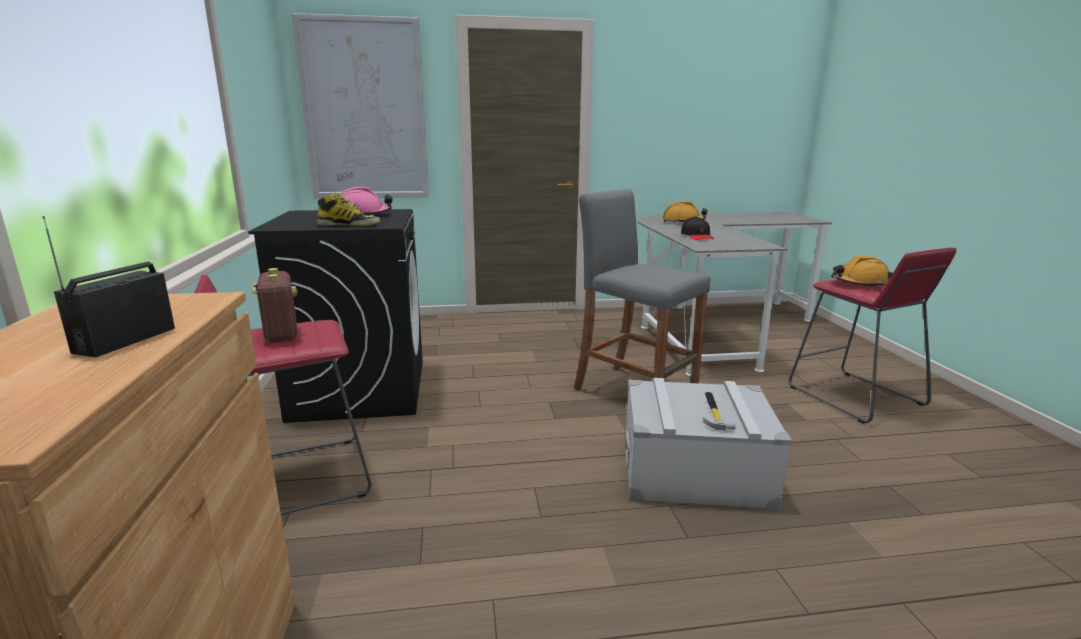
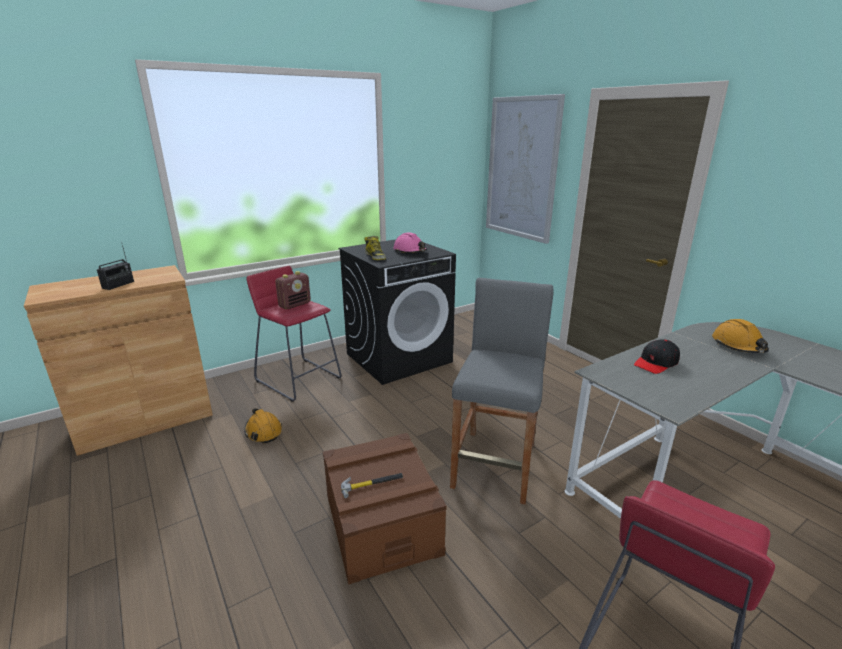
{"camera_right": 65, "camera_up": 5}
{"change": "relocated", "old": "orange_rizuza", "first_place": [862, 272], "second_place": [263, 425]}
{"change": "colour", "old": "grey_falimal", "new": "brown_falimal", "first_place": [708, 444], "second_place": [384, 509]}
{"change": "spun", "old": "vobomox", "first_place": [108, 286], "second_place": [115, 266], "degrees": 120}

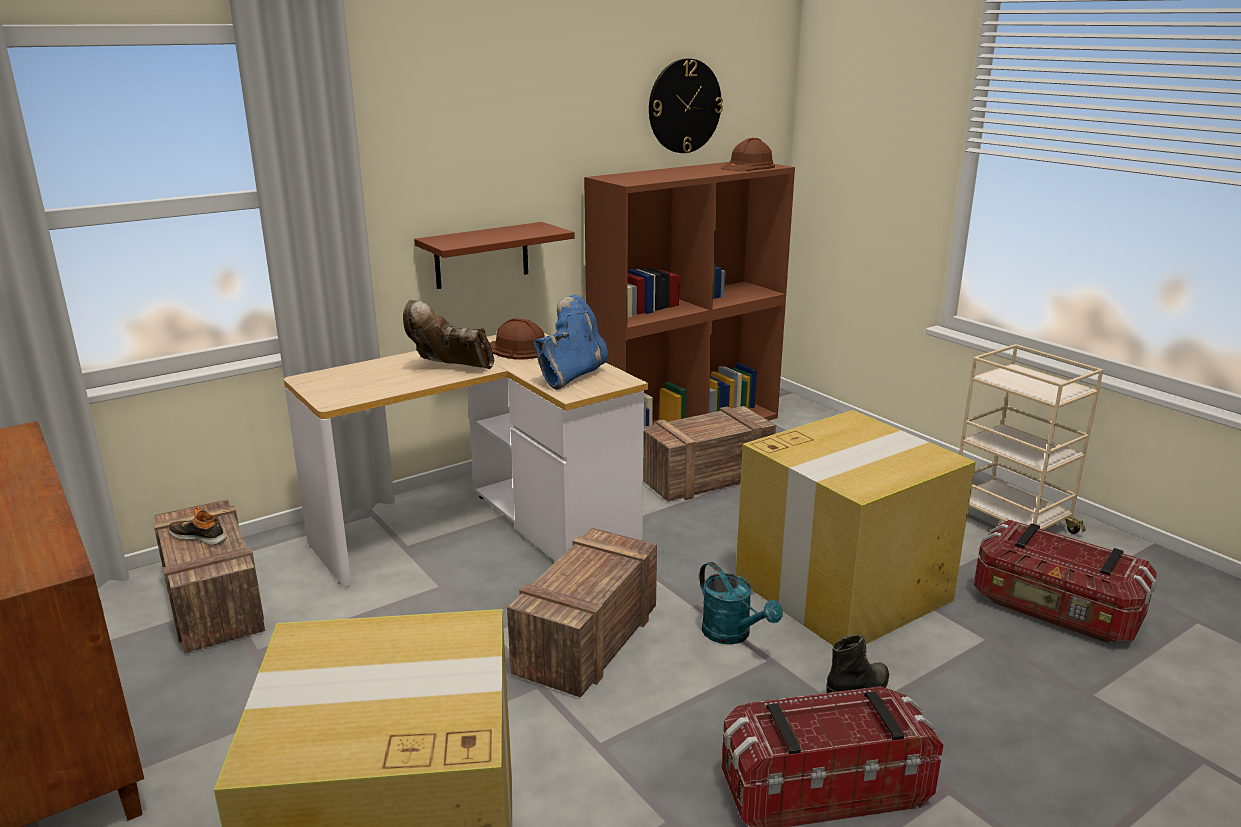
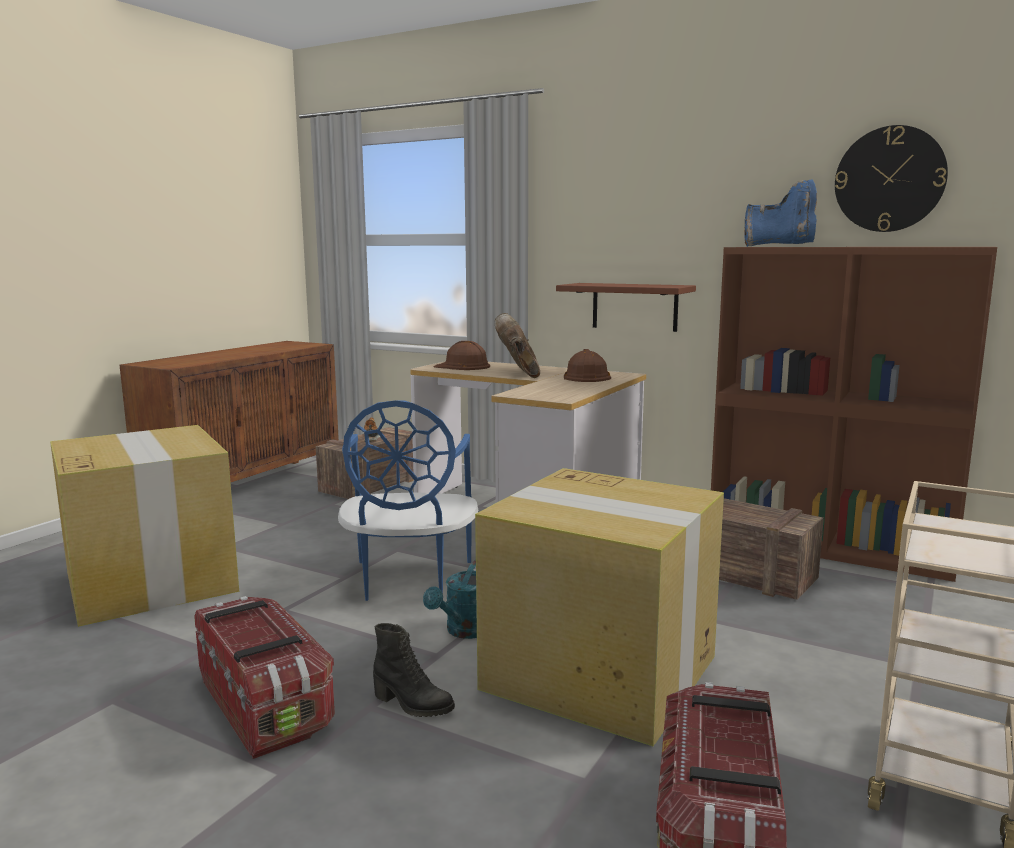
{"camera_right": 65, "camera_up": -10}
{"change": "relocated", "old": "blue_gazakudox", "first_place": [571, 342], "second_place": [780, 213]}
{"change": "relocated", "old": "brown_rizuza", "first_place": [748, 154], "second_place": [461, 355]}
{"change": "exchanged", "old": "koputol", "new": "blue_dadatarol", "first_place": [582, 613], "second_place": [408, 500]}

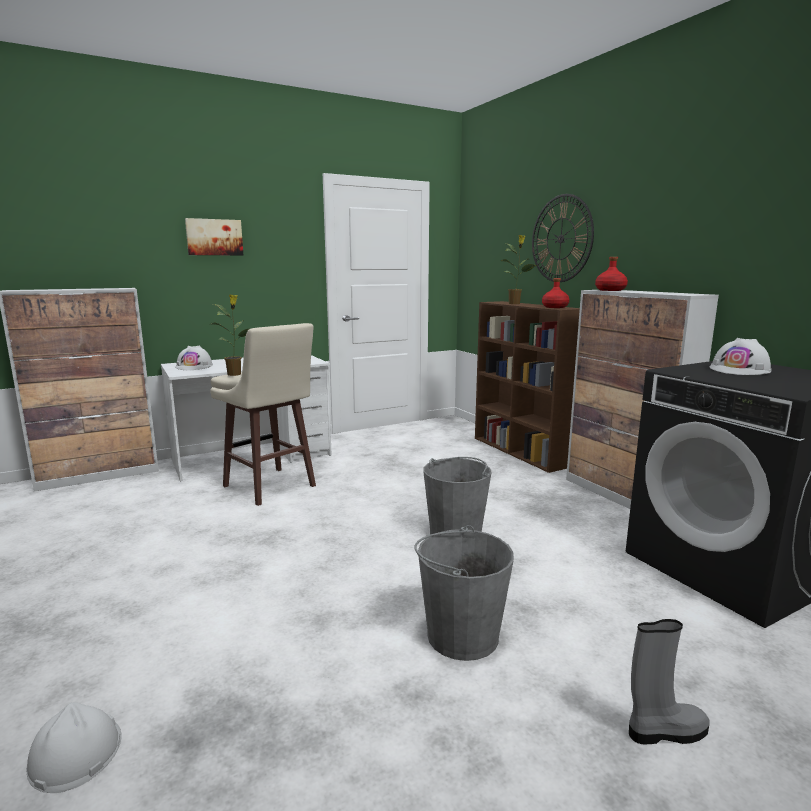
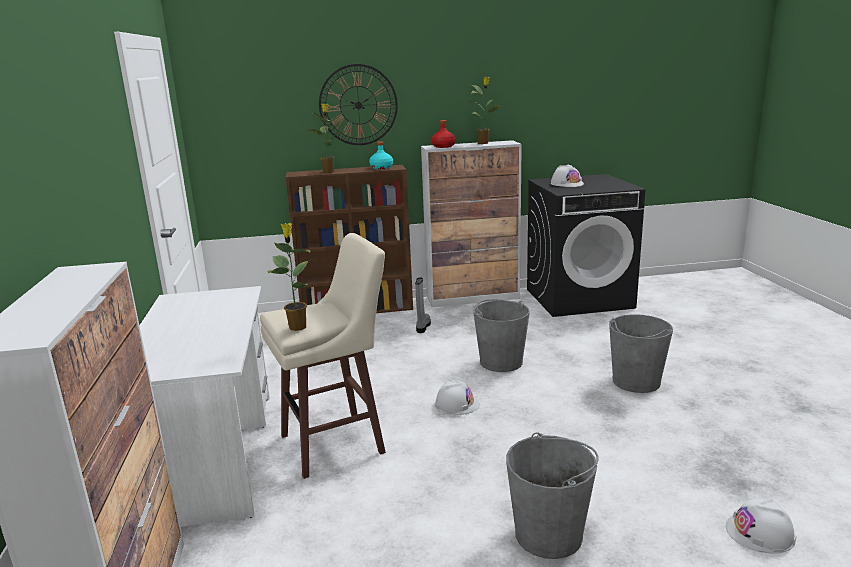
{"camera_right": -70, "camera_up": 5}
{"change": "missing", "old": "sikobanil", "first_place": [214, 237]}
{"change": "appeared", "new": "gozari", "second_place": [485, 110]}
{"change": "appeared", "new": "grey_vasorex", "second_place": [552, 495]}
{"change": "relocated", "old": "white_rizuza", "first_place": [194, 358], "second_place": [457, 397]}
{"change": "relocated", "old": "grey_gazakudox", "first_place": [669, 682], "second_place": [423, 305]}
{"change": "colour", "old": "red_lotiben", "new": "turquoise_lotiben", "first_place": [556, 293], "second_place": [381, 155]}

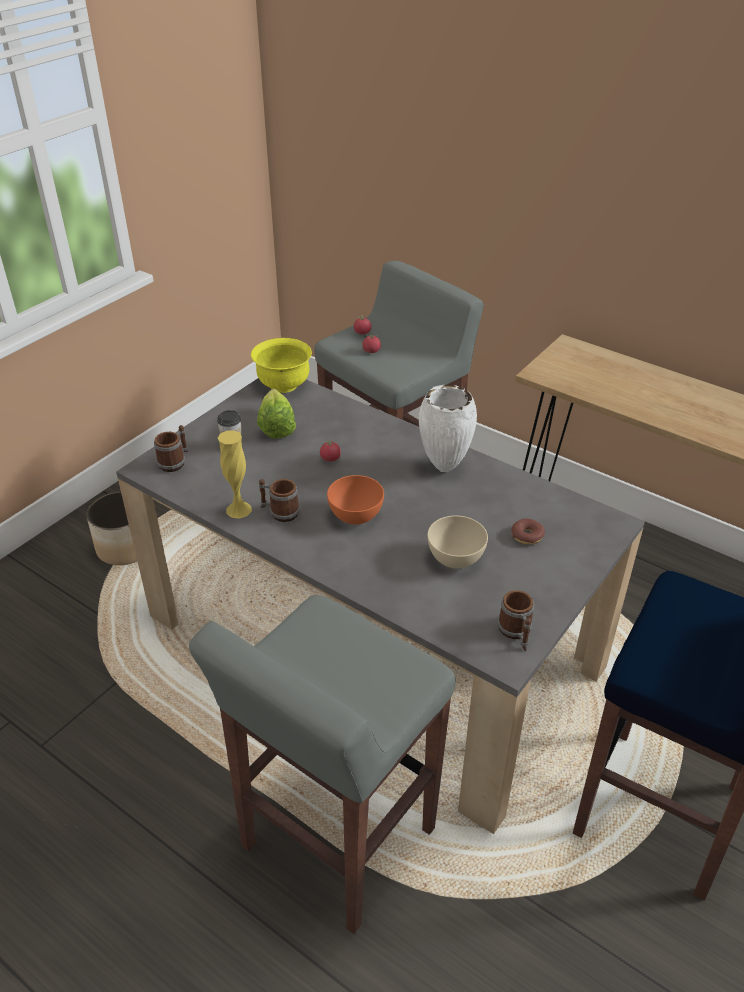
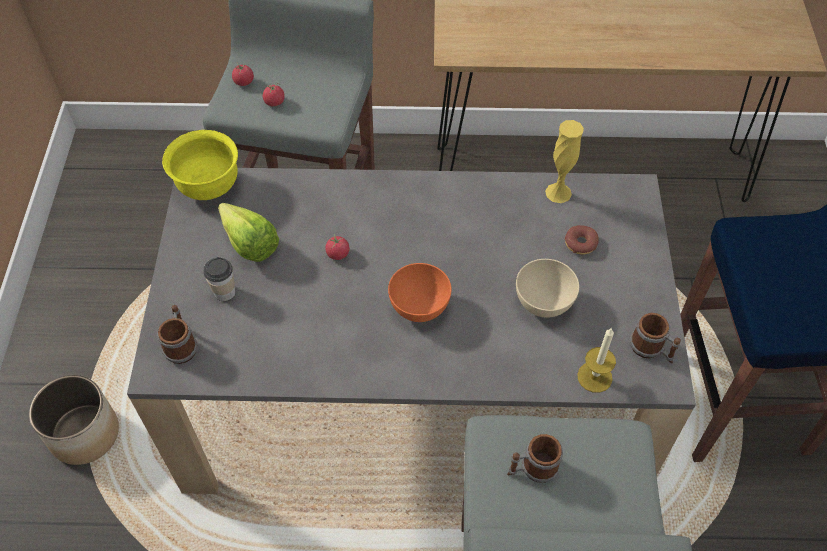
{"camera_right": -35, "camera_up": 15}
{"change": "missing", "old": "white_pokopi", "first_place": [448, 428]}
{"change": "appeared", "new": "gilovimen", "second_place": [596, 360]}
{"change": "relocated", "old": "yellow_pokopi", "first_place": [235, 474], "second_place": [564, 161]}
{"change": "relocated", "old": "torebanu", "first_place": [279, 500], "second_place": [535, 458]}

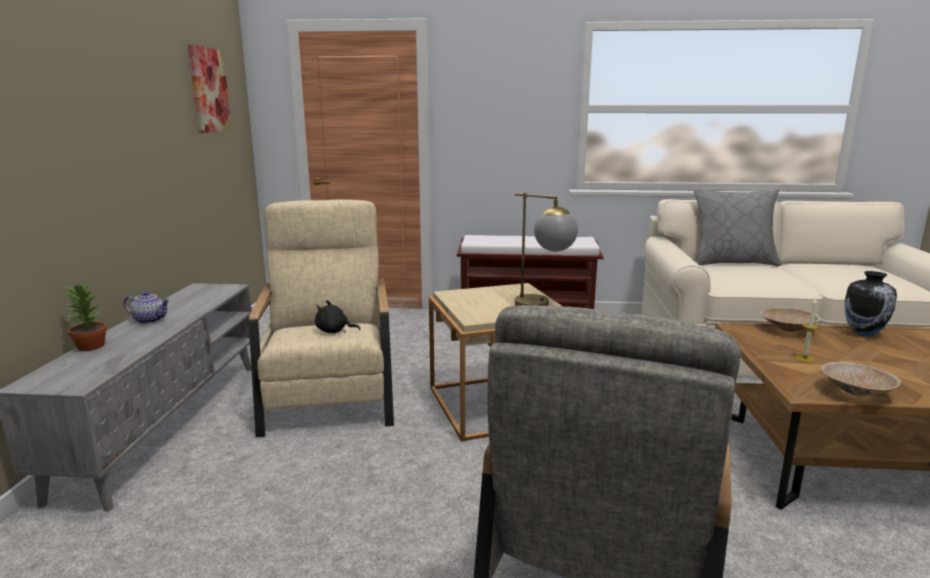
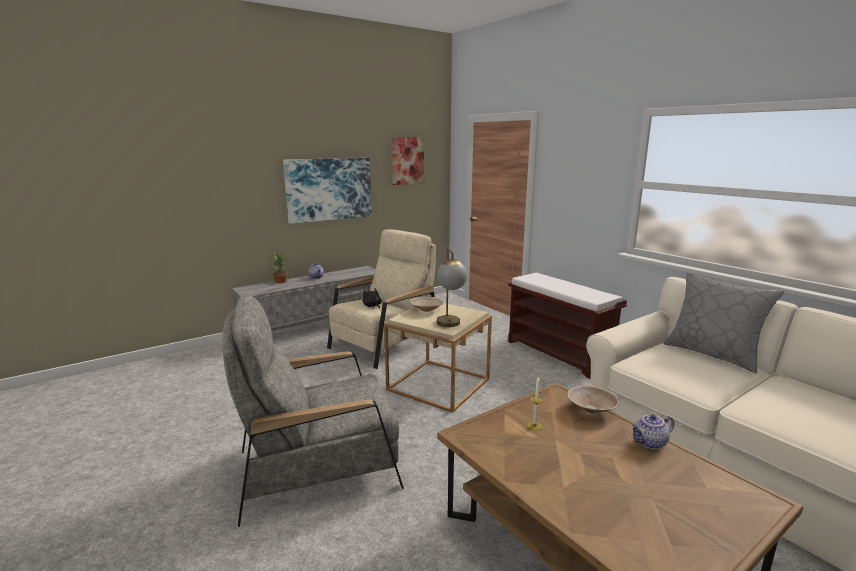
{"camera_right": 50, "camera_up": 0}
{"change": "appeared", "new": "sikobanil", "second_place": [327, 191]}
{"change": "relocated", "old": "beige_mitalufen", "first_place": [861, 379], "second_place": [427, 304]}
{"change": "exchanged", "old": "pokopi", "new": "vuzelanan", "first_place": [871, 303], "second_place": [652, 431]}

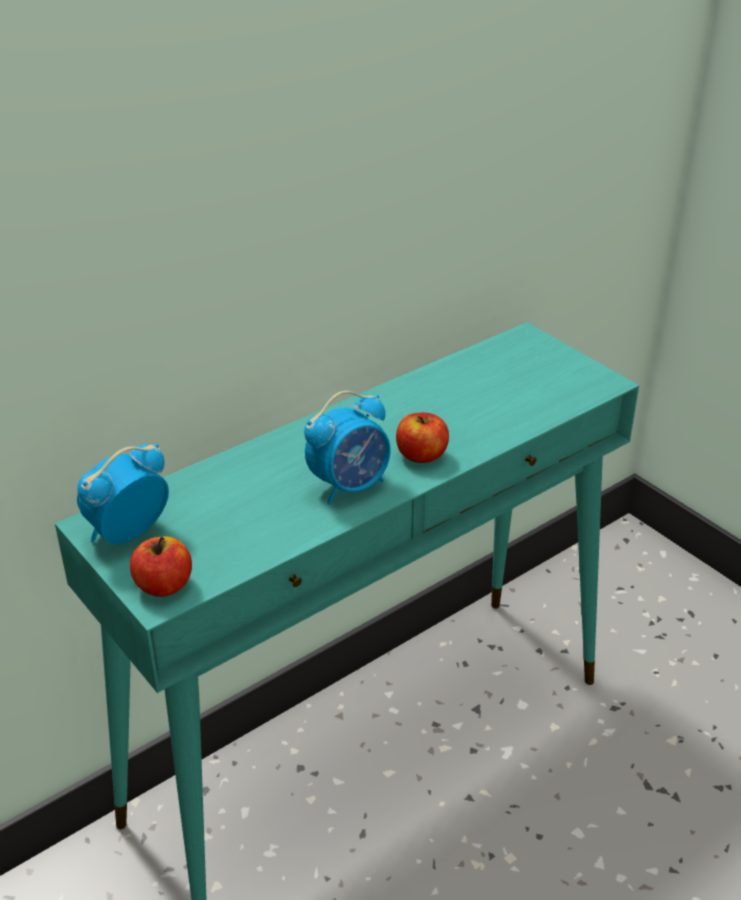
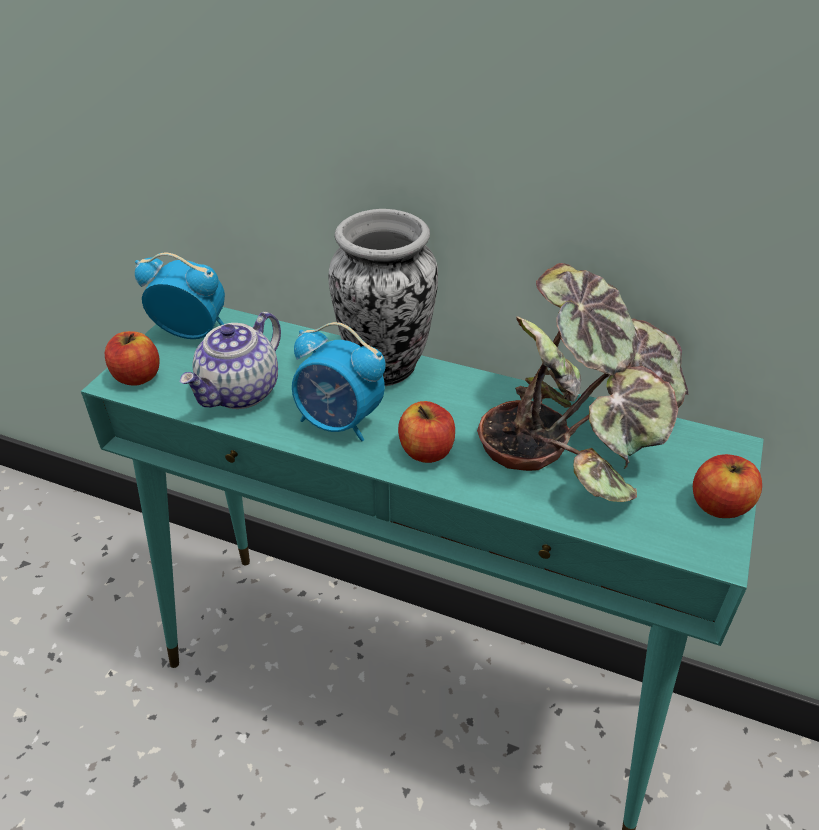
{"camera_right": 60, "camera_up": 5}
{"change": "appeared", "new": "vuzelanan", "second_place": [230, 360]}
{"change": "appeared", "new": "pokopi", "second_place": [383, 297]}
{"change": "appeared", "new": "gozari", "second_place": [582, 382]}
{"change": "appeared", "new": "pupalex", "second_place": [727, 486]}

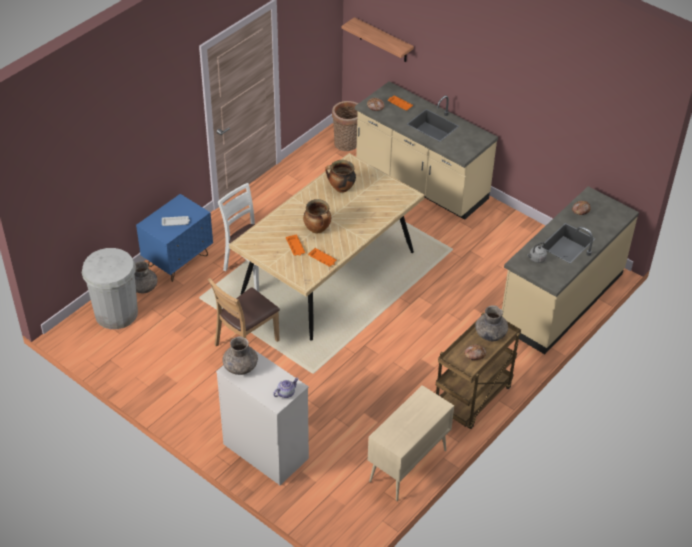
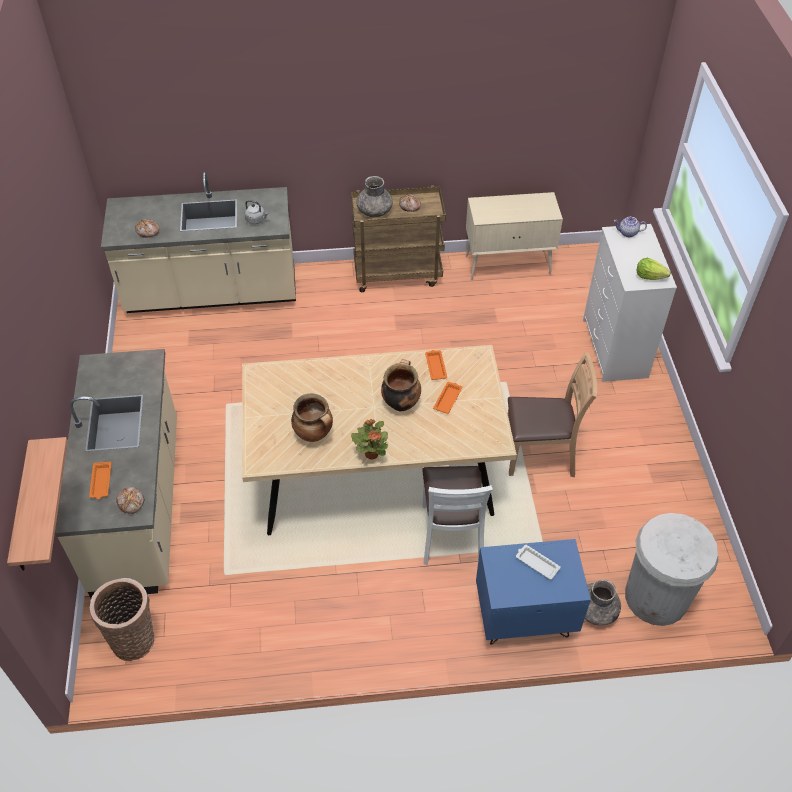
{"camera_right": -135, "camera_up": 5}
{"change": "appeared", "new": "gozari", "second_place": [369, 439]}
{"change": "exchanged", "old": "grey_pokopi", "new": "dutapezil", "first_place": [240, 356], "second_place": [653, 269]}

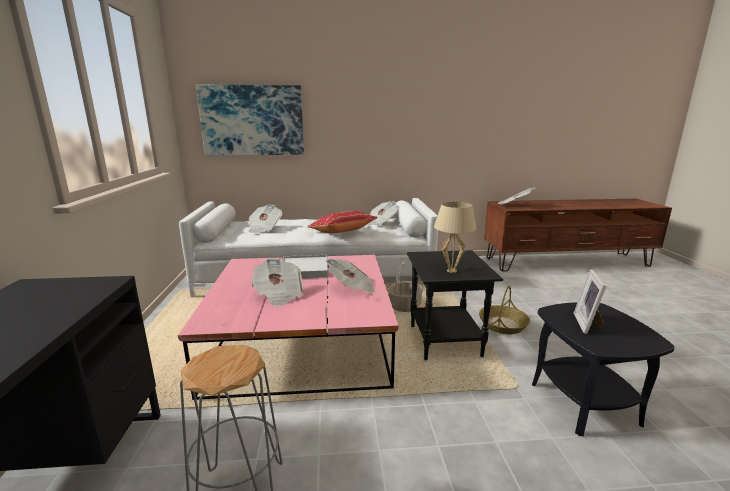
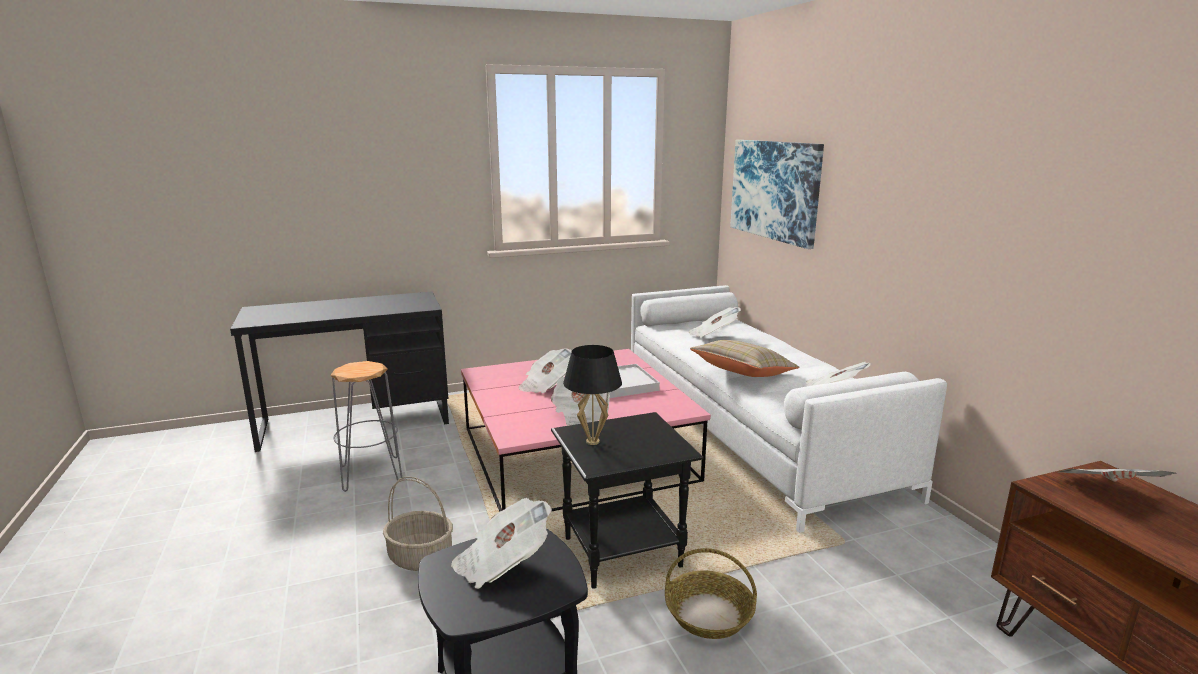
{"camera_right": 75, "camera_up": 0}
{"change": "relocated", "old": "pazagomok", "first_place": [405, 285], "second_place": [418, 523]}
{"change": "exchanged", "old": "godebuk", "new": "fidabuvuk", "first_place": [590, 301], "second_place": [501, 543]}
{"change": "colour", "old": "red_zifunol", "new": "beige_zifunol", "first_place": [343, 222], "second_place": [744, 358]}
{"change": "colour", "old": "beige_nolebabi", "new": "black_nolebabi", "first_place": [455, 237], "second_place": [592, 395]}

